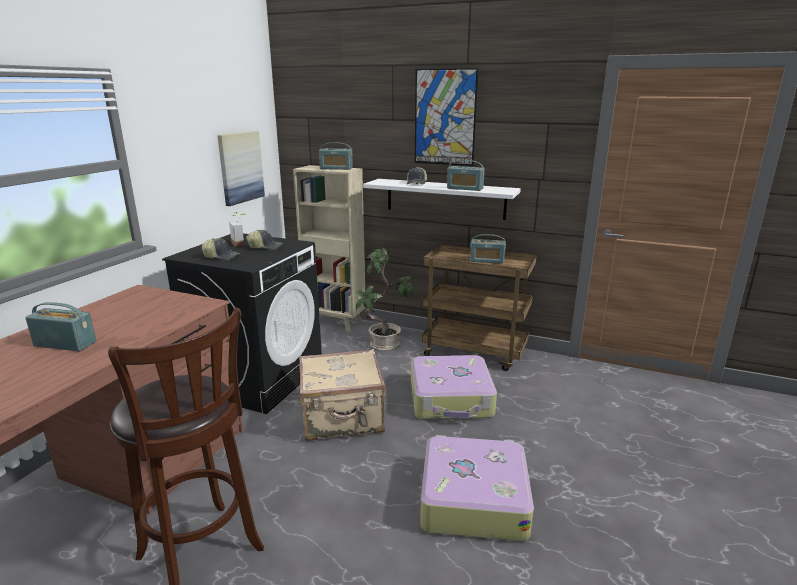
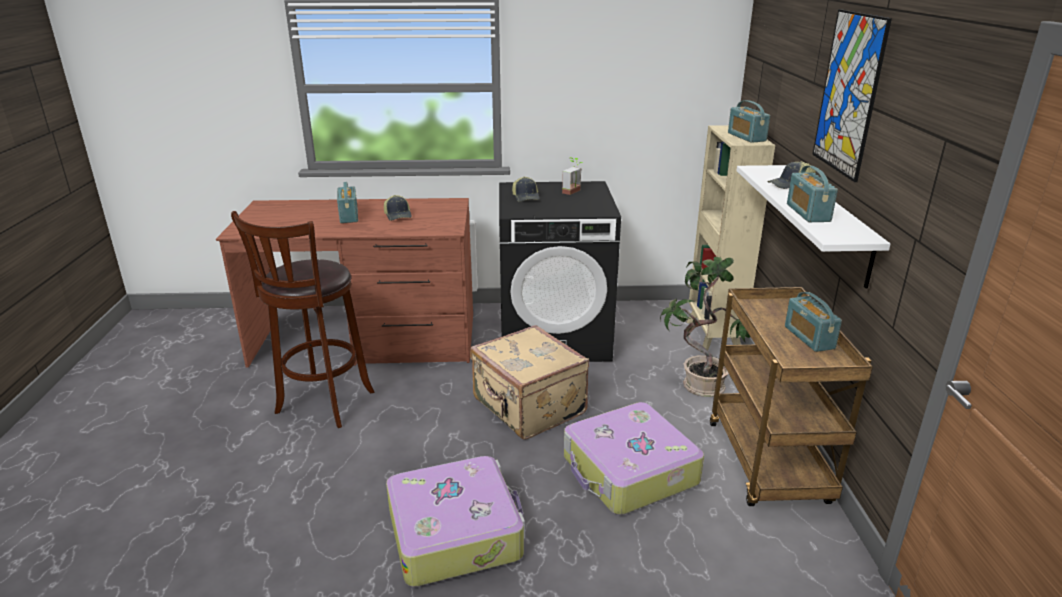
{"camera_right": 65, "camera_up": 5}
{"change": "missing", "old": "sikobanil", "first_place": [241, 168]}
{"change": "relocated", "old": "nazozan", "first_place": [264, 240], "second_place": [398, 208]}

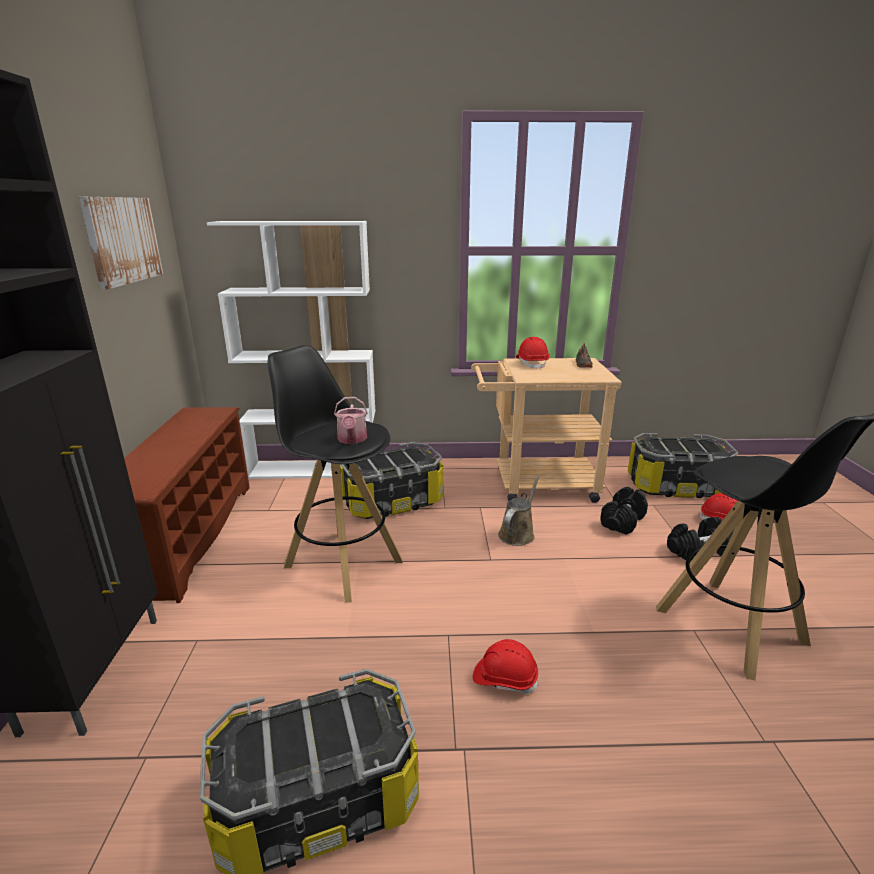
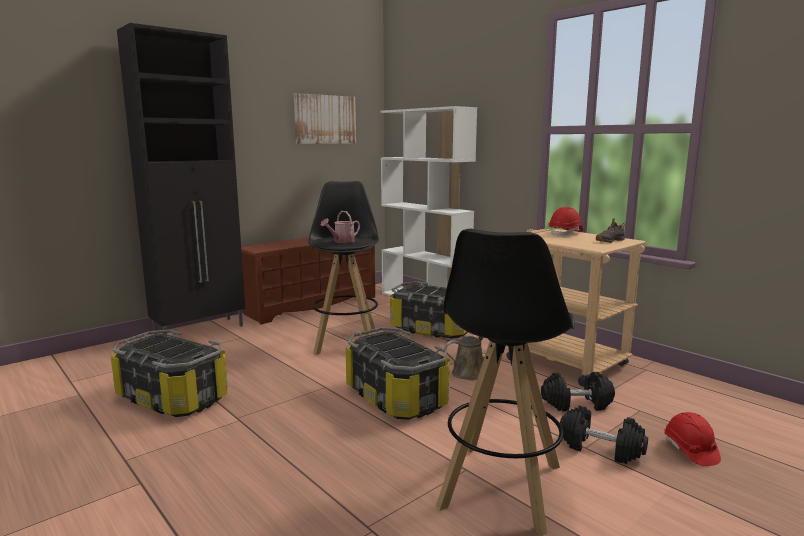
{"camera_right": 50, "camera_up": -10}
{"change": "missing", "old": "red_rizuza", "first_place": [505, 666]}
{"change": "relocated", "old": "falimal", "first_place": [683, 465], "second_place": [398, 373]}

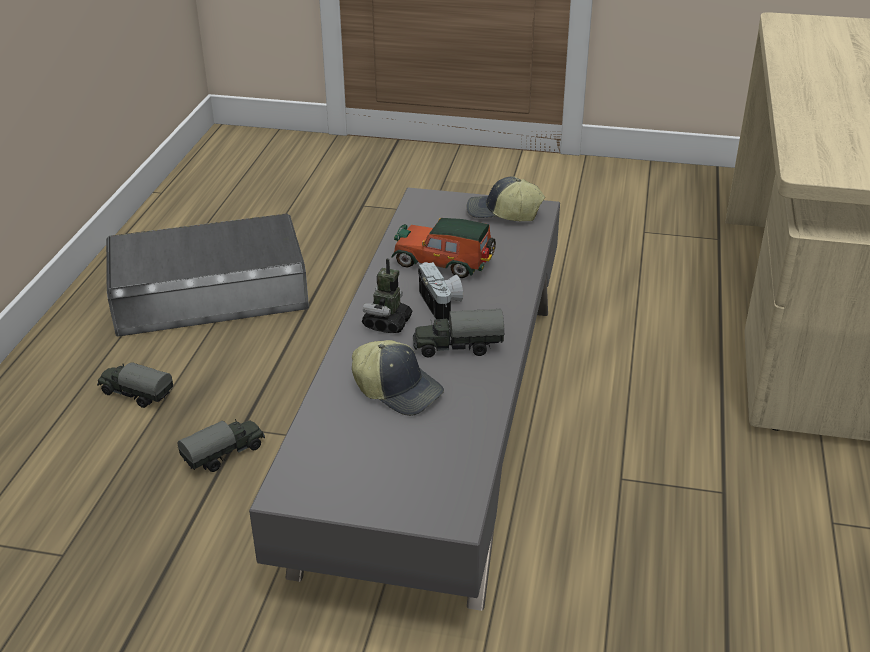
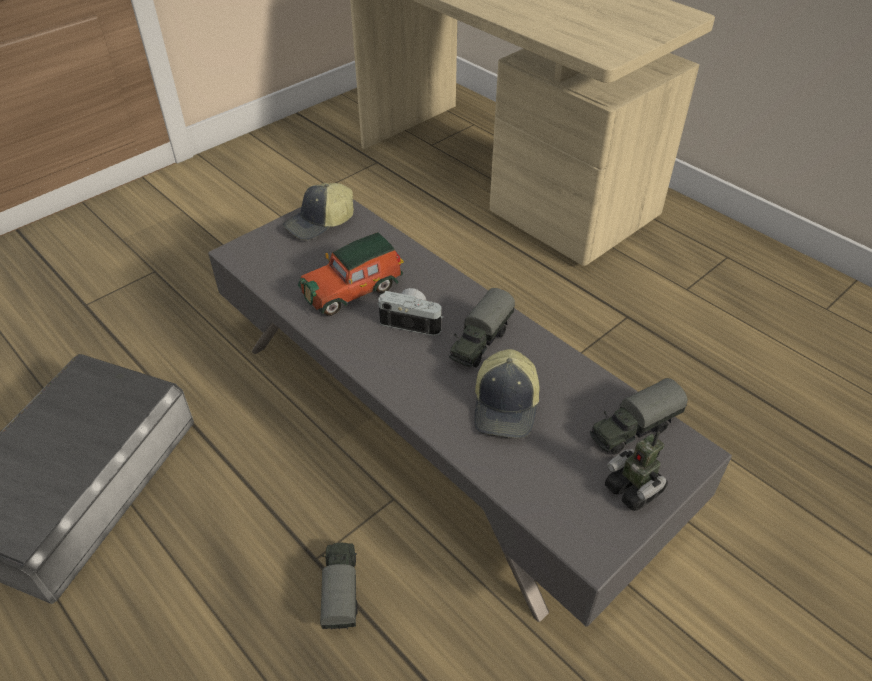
{"camera_right": -55, "camera_up": 10}
{"change": "relocated", "old": "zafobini", "first_place": [135, 385], "second_place": [639, 416]}
{"change": "relocated", "old": "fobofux", "first_place": [387, 296], "second_place": [636, 471]}
{"change": "spun", "old": "nazozan", "first_place": [398, 378], "second_place": [506, 393], "degrees": 120}

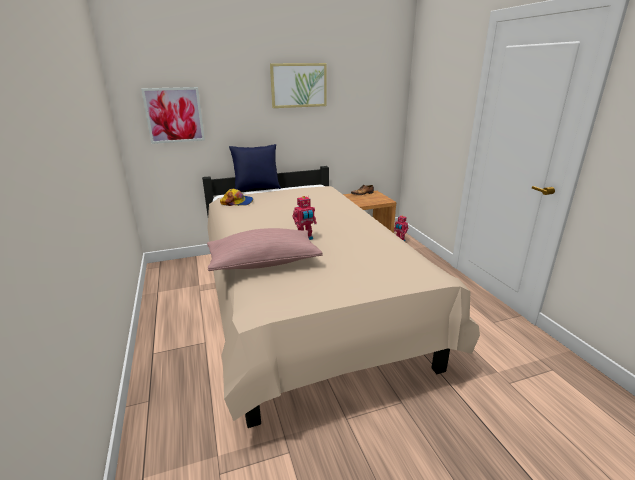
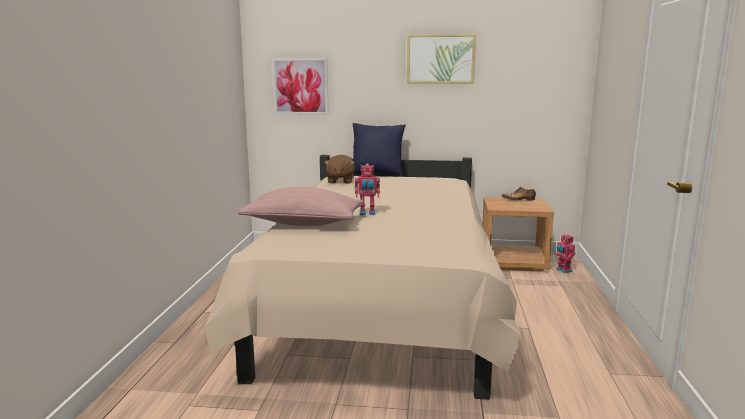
{"camera_right": 25, "camera_up": -10}
{"change": "exchanged", "old": "nazozan", "new": "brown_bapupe", "first_place": [236, 197], "second_place": [339, 169]}

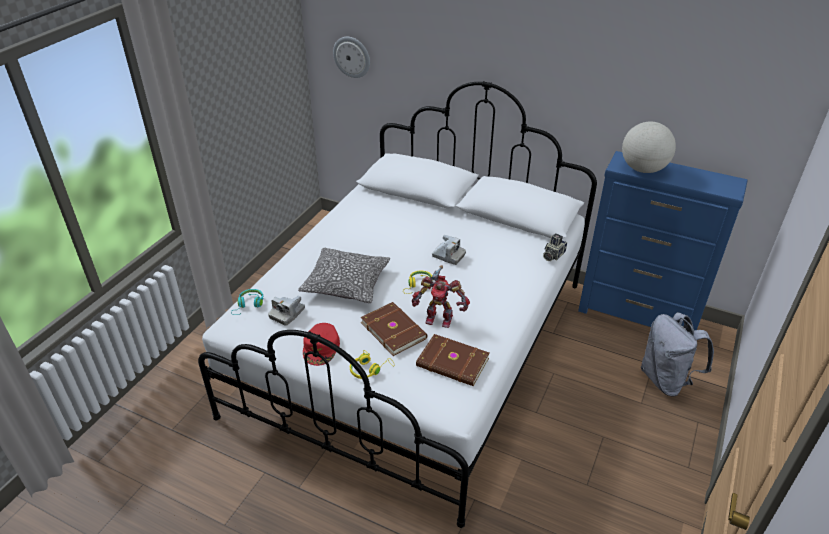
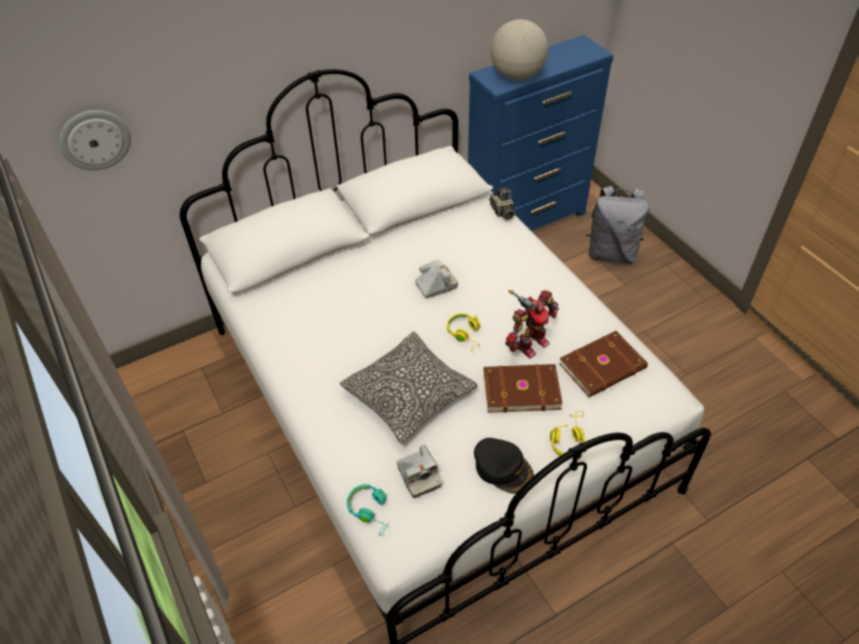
{"camera_right": -55, "camera_up": 10}
{"change": "colour", "old": "red_nazozan", "new": "black_nazozan", "first_place": [321, 344], "second_place": [504, 466]}

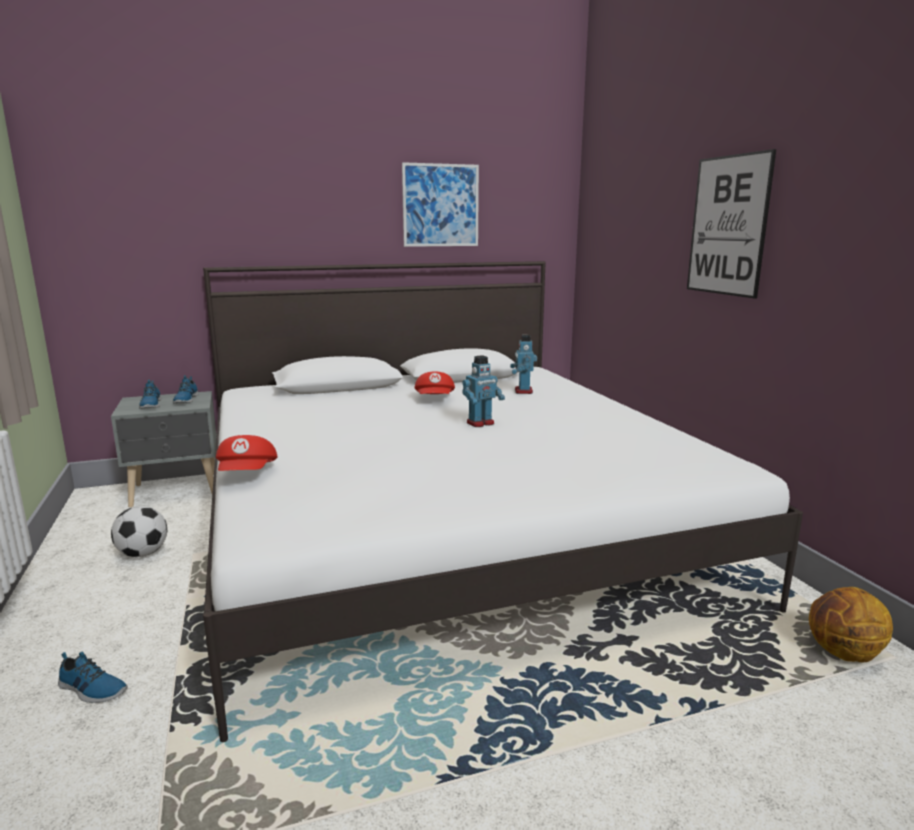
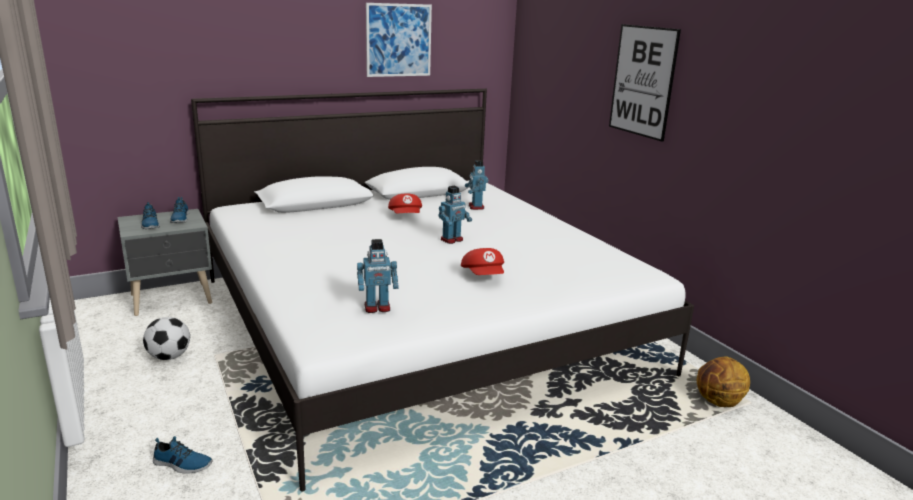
{"camera_right": -10, "camera_up": 5}
{"change": "appeared", "new": "fobofux", "second_place": [378, 276]}
{"change": "relocated", "old": "red_nazozan", "first_place": [247, 453], "second_place": [482, 261]}

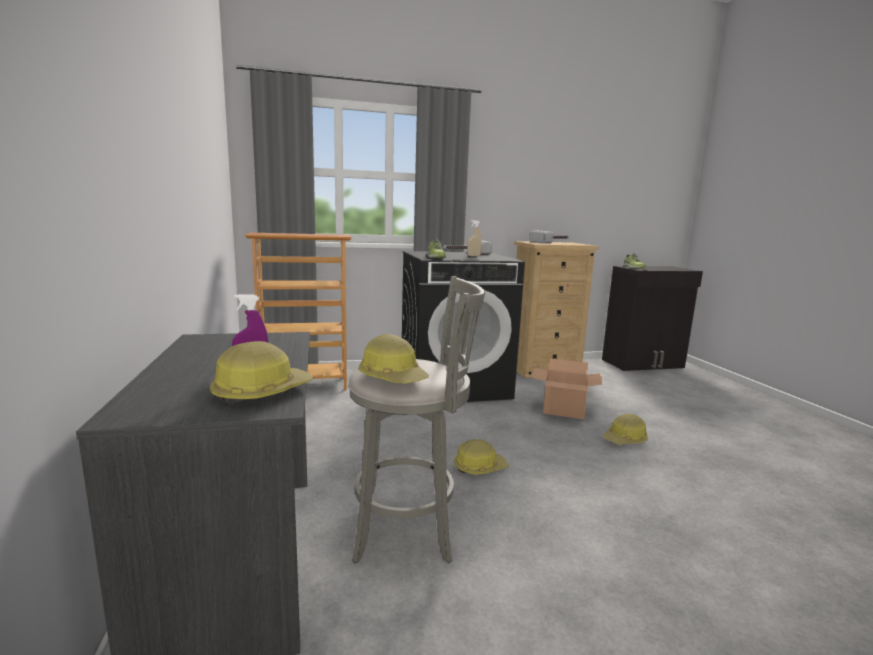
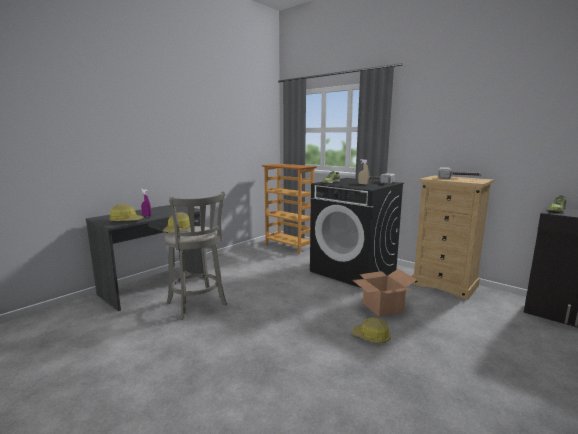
{"camera_right": 55, "camera_up": 0}
{"change": "missing", "old": "rizuza", "first_place": [481, 457]}

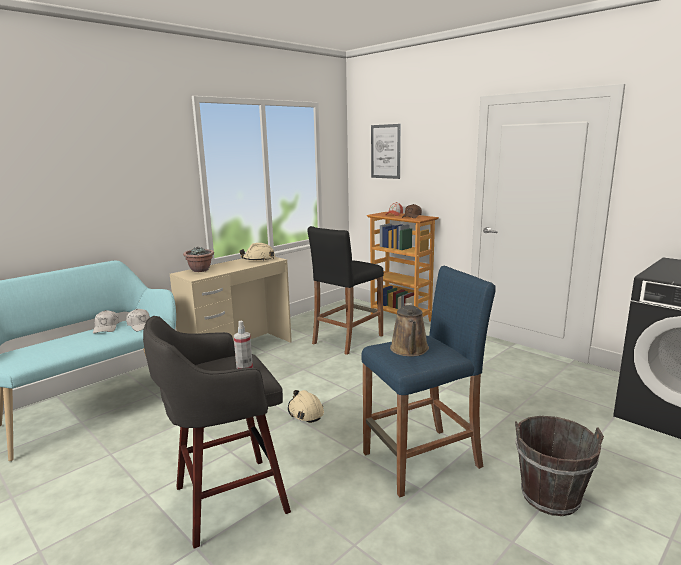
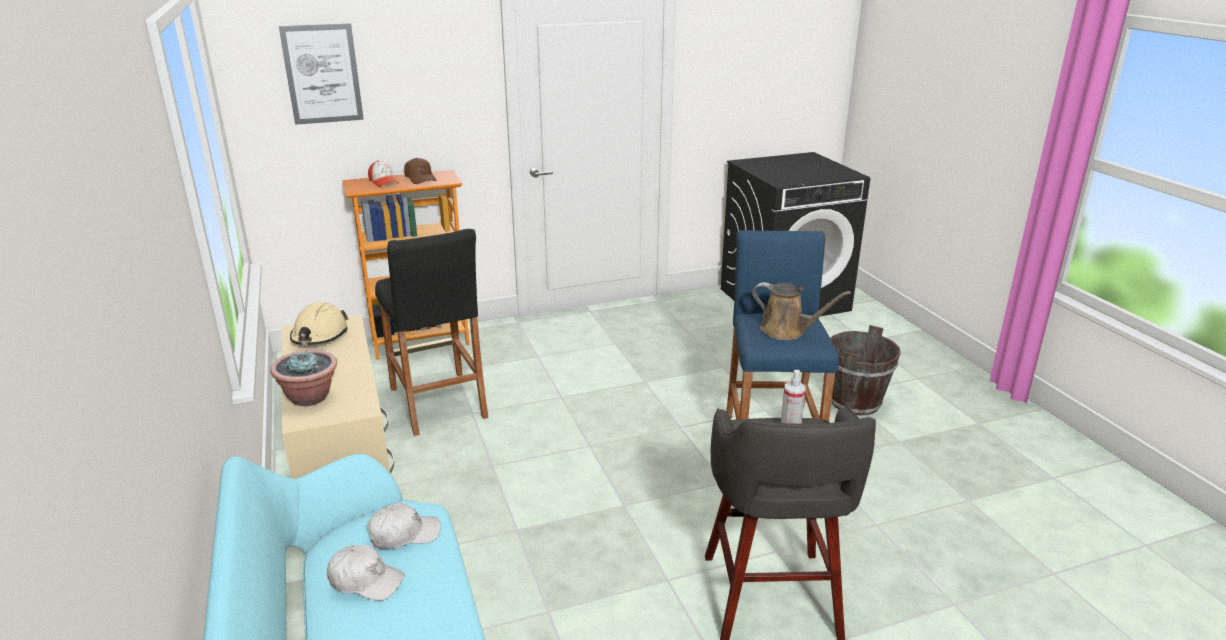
{"camera_right": -65, "camera_up": 10}
{"change": "missing", "old": "beige_rizuza", "first_place": [306, 406]}

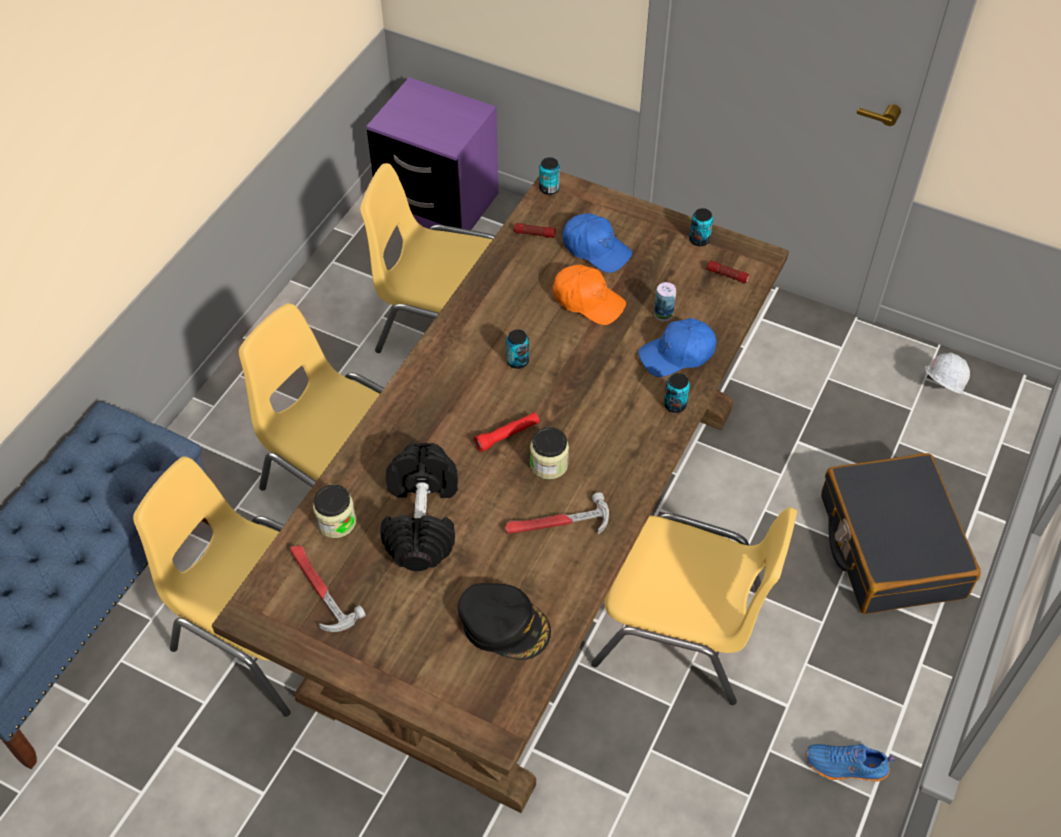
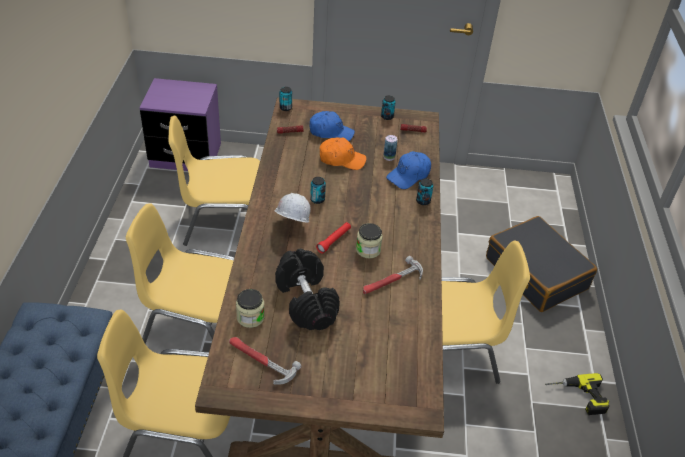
{"camera_right": -25, "camera_up": -10}
{"change": "missing", "old": "black_nazozan", "first_place": [504, 621]}
{"change": "relocated", "old": "white_rizuza", "first_place": [947, 373], "second_place": [292, 208]}
{"change": "exchanged", "old": "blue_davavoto", "new": "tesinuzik", "first_place": [850, 763], "second_place": [577, 394]}

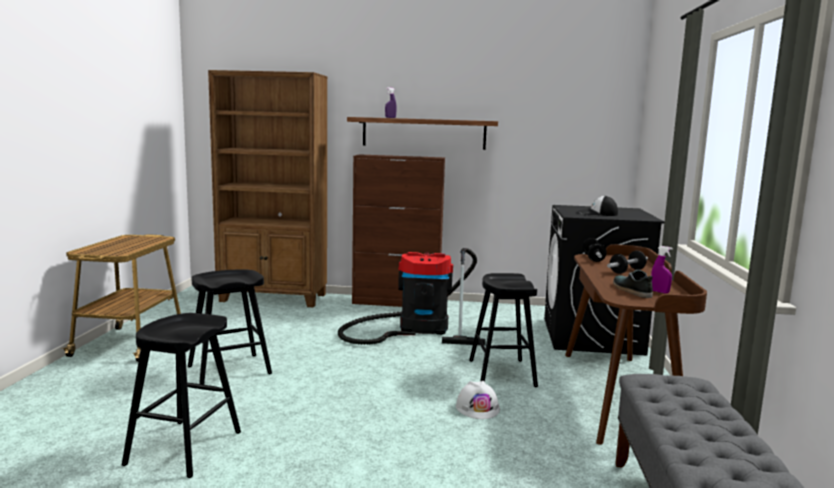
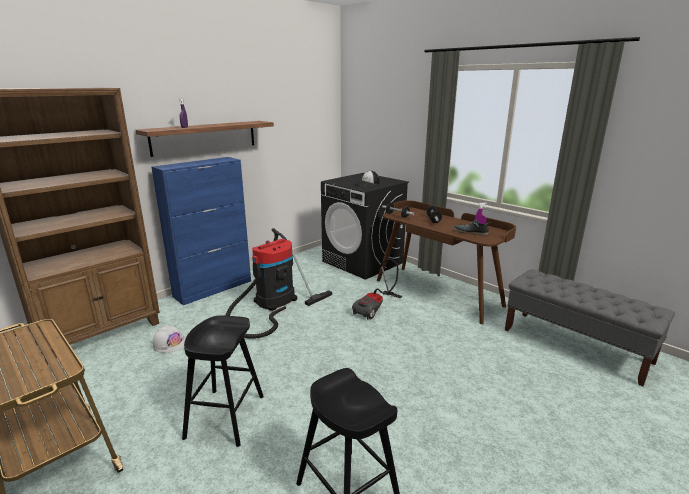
{"camera_right": -50, "camera_up": 10}
{"change": "relocated", "old": "white_rizuza", "first_place": [478, 400], "second_place": [168, 339]}
{"change": "exchanged", "old": "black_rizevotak", "new": "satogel", "first_place": [503, 330], "second_place": [377, 289]}
{"change": "colour", "old": "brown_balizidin", "new": "blue_balizidin", "first_place": [398, 230], "second_place": [201, 231]}

